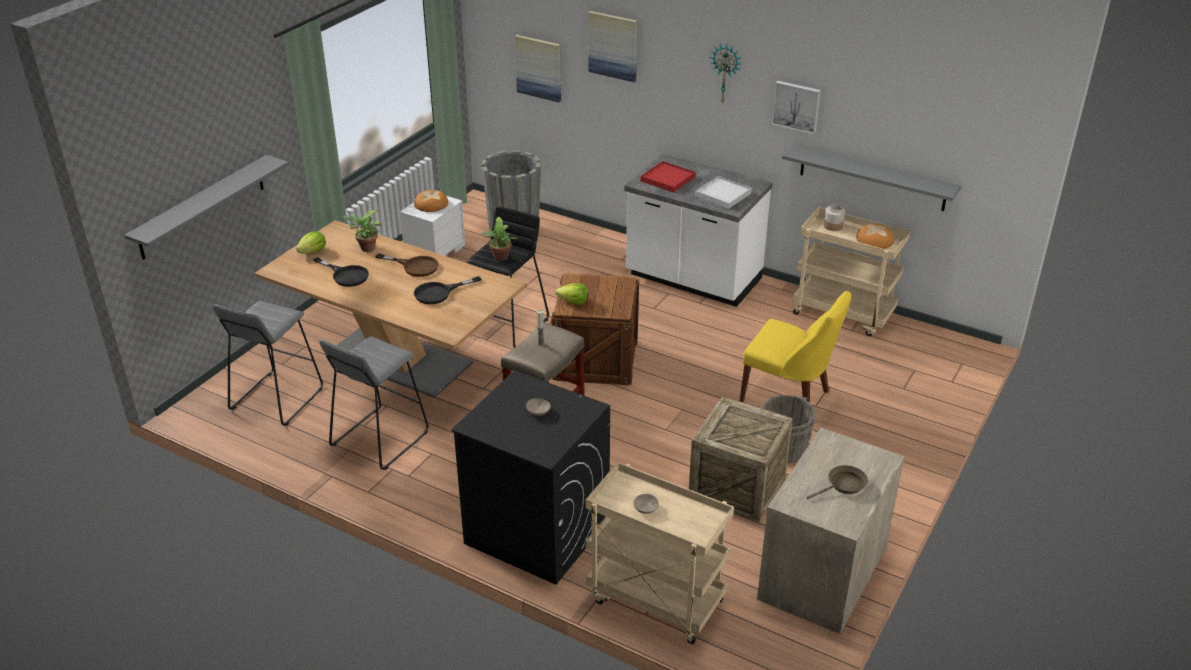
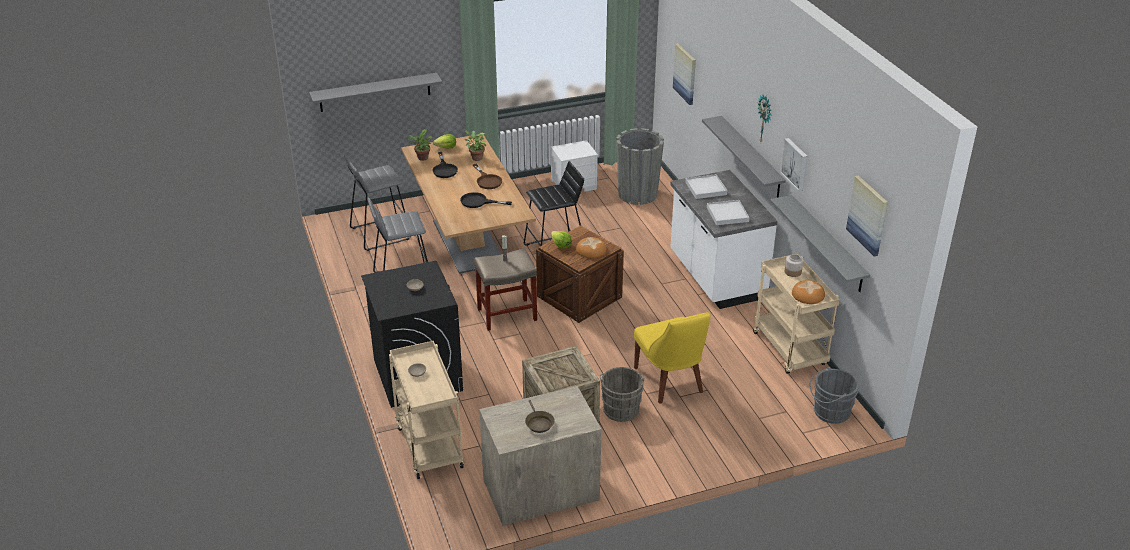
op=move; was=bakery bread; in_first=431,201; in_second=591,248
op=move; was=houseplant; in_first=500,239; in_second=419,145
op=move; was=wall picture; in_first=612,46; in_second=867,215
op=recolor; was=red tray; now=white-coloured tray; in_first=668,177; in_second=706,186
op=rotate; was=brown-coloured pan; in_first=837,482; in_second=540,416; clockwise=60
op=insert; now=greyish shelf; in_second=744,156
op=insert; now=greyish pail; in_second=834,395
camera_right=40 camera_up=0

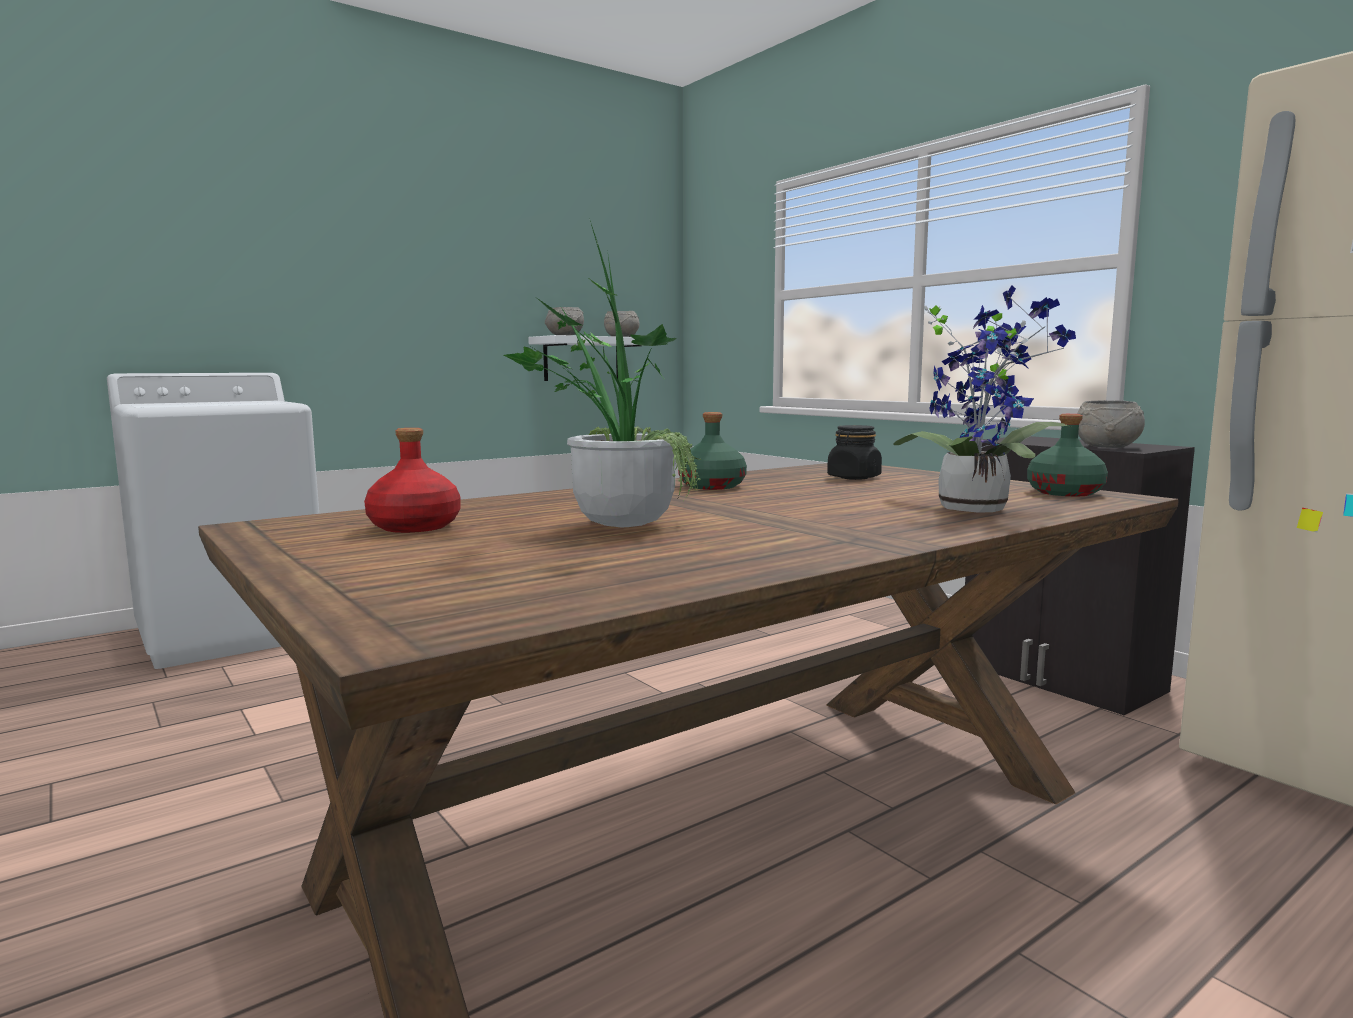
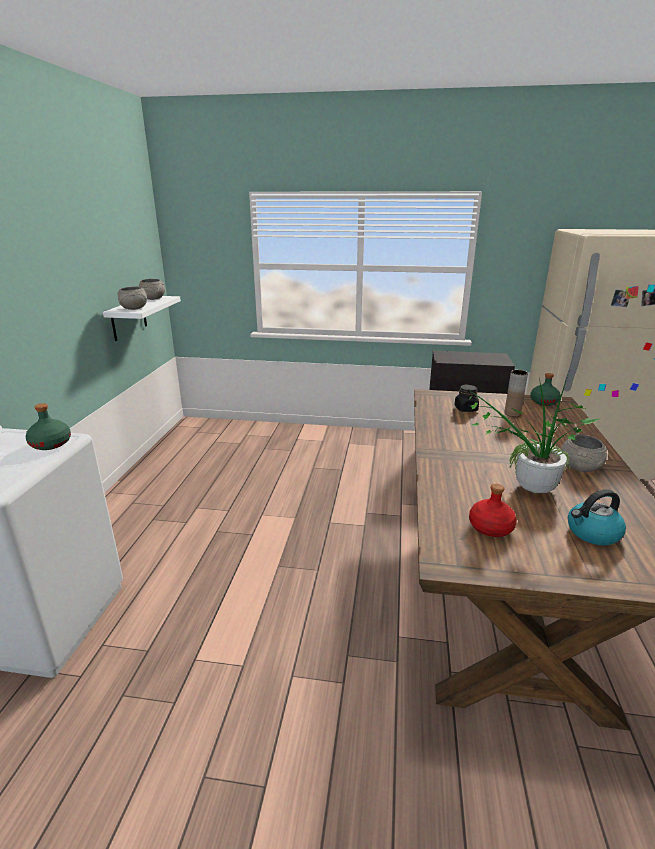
op=move; was=green-coloured drink bottle; in_first=712,451; in_second=48,426
op=delete; was=houseplant; in_first=985,399
op=move; was=greyish deep dish; in_first=1111,424; in_second=584,453
op=insert; now=brown-coloured decorative vase; in_second=516,393
op=insert; now=tea kettle; in_second=597,517
camera_right=-45 camera_up=15

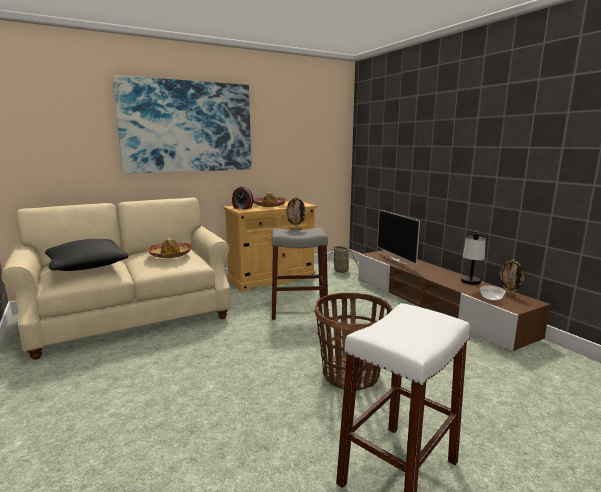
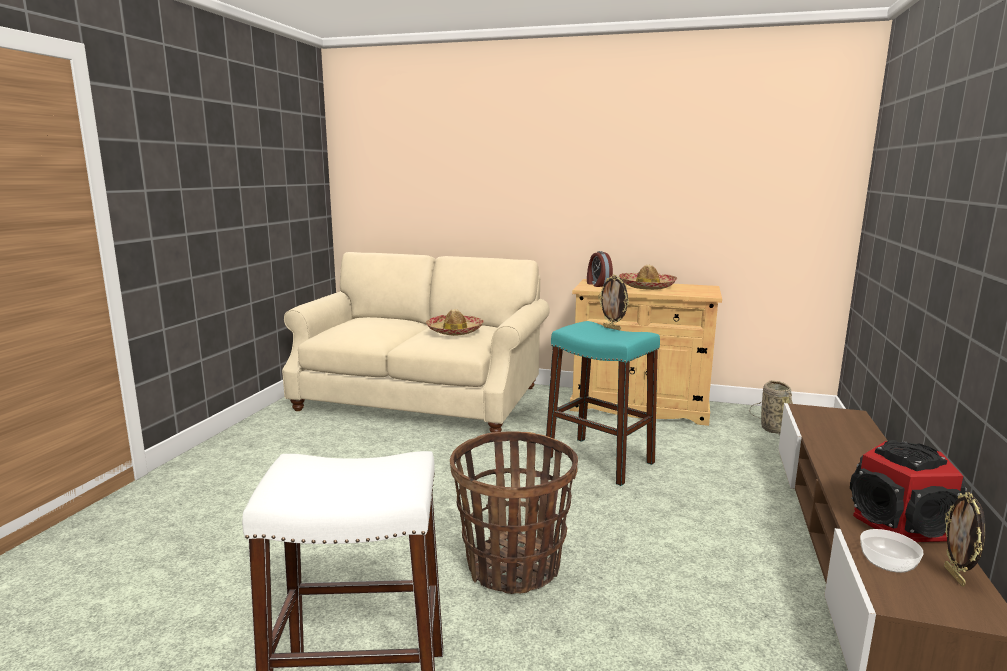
op=delete; was=black throw pillow; in_first=86,255
op=delete; was=wall picture; in_first=181,124
op=recolor; was=greyish sitting stool; now=turquoise sitting stool; in_first=300,274; in_second=603,403
op=delete; was=television; in_first=398,237
op=replace; was=lamp for a table; now=audio speaker; in_first=473,257; in_second=908,491
camera_right=45 camera_up=0

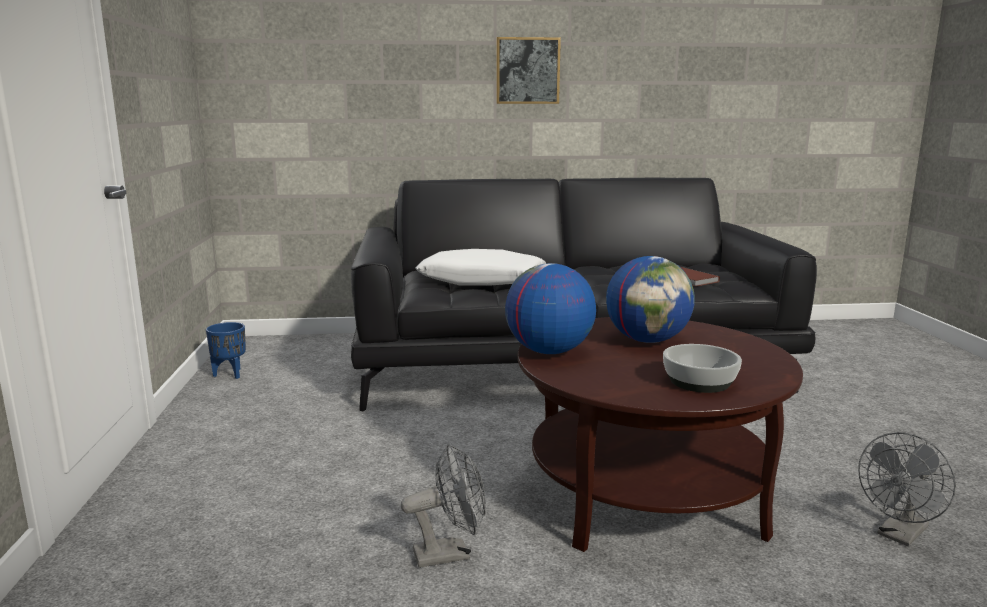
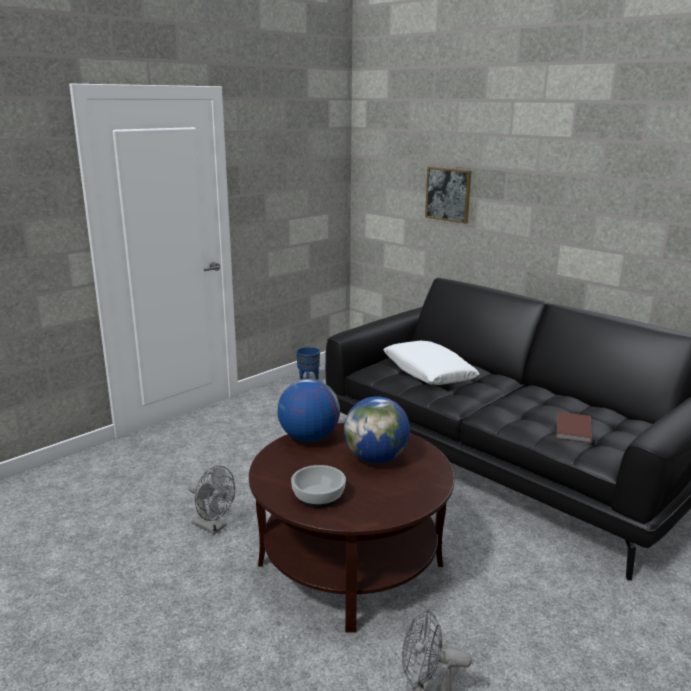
op=move; was=wall picture; in_first=529,70; in_second=448,195
camera_right=50 camera_up=5

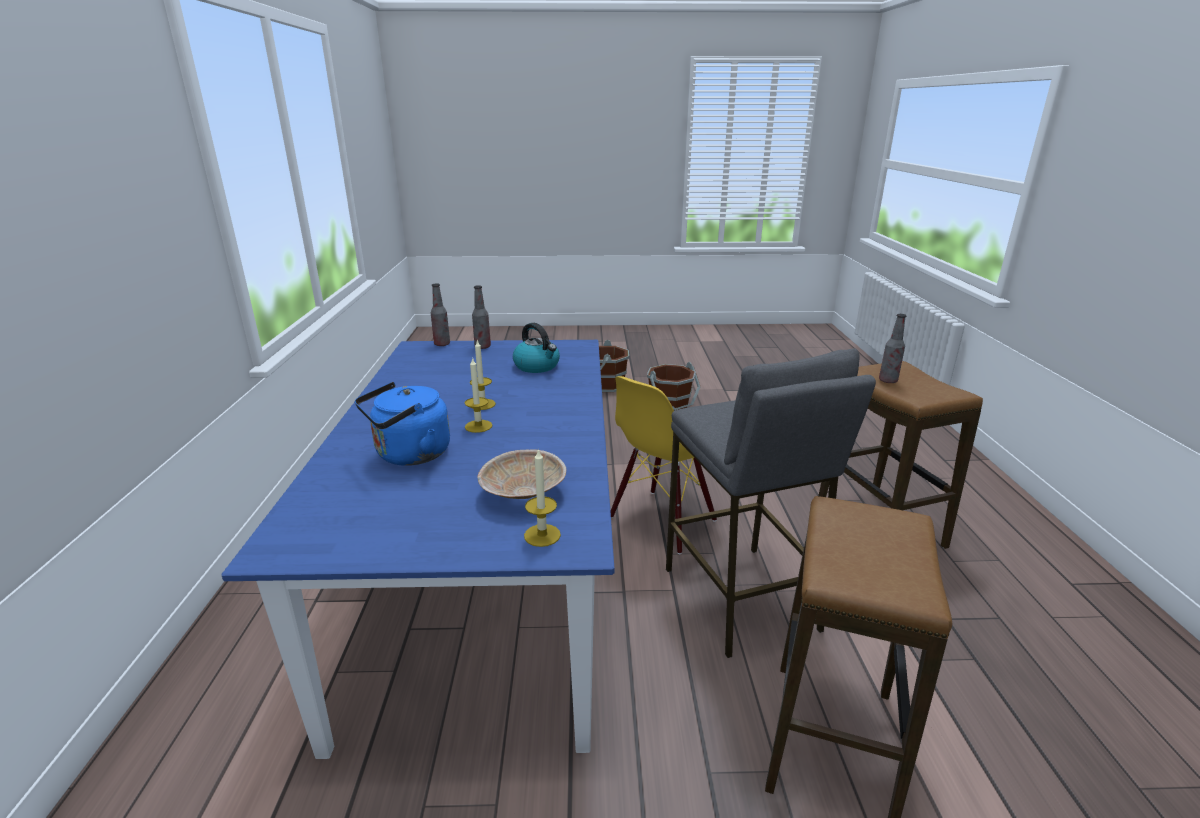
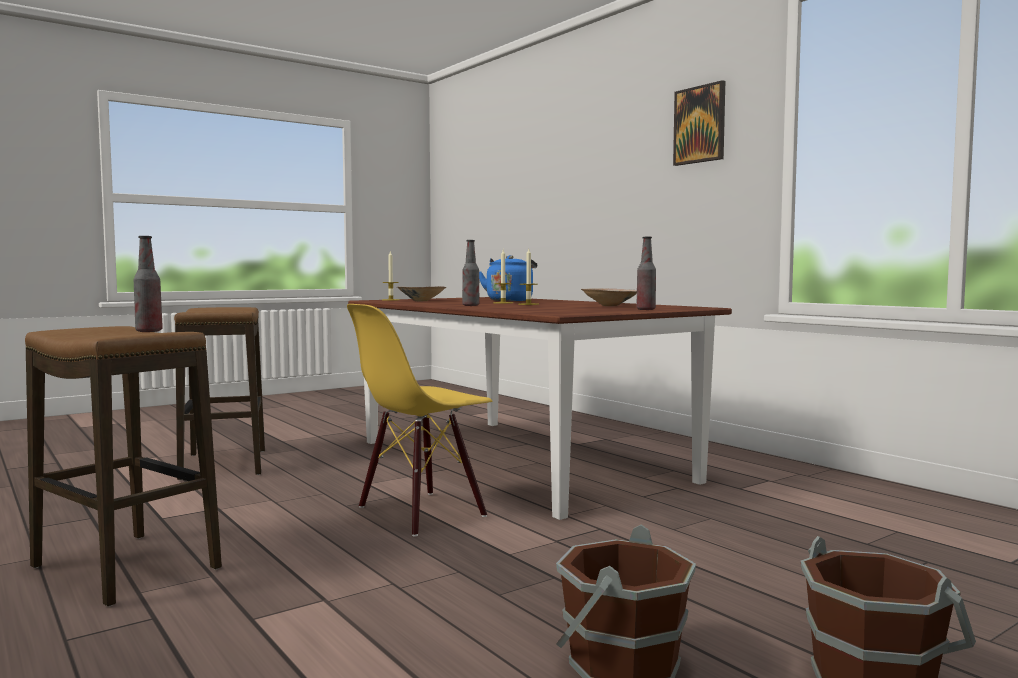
op=recolor; was=blue-coloured dining table; now=brown-coloured dining table; in_first=417,549; in_second=540,408
op=move; was=drink bottle; in_first=440,314; in_second=470,273
op=delete; was=tea kettle; in_first=536,348
op=rotate; was=yellow-coloured upright chair; in_first=663,465; in_second=419,420; clockwise=-135
op=delete; was=greyish sitting stool; in_first=771,503
op=insert; now=beige deep dish; in_second=609,297
op=insert; now=wall picture; in_second=699,123
camera_right=145 camera_up=-20

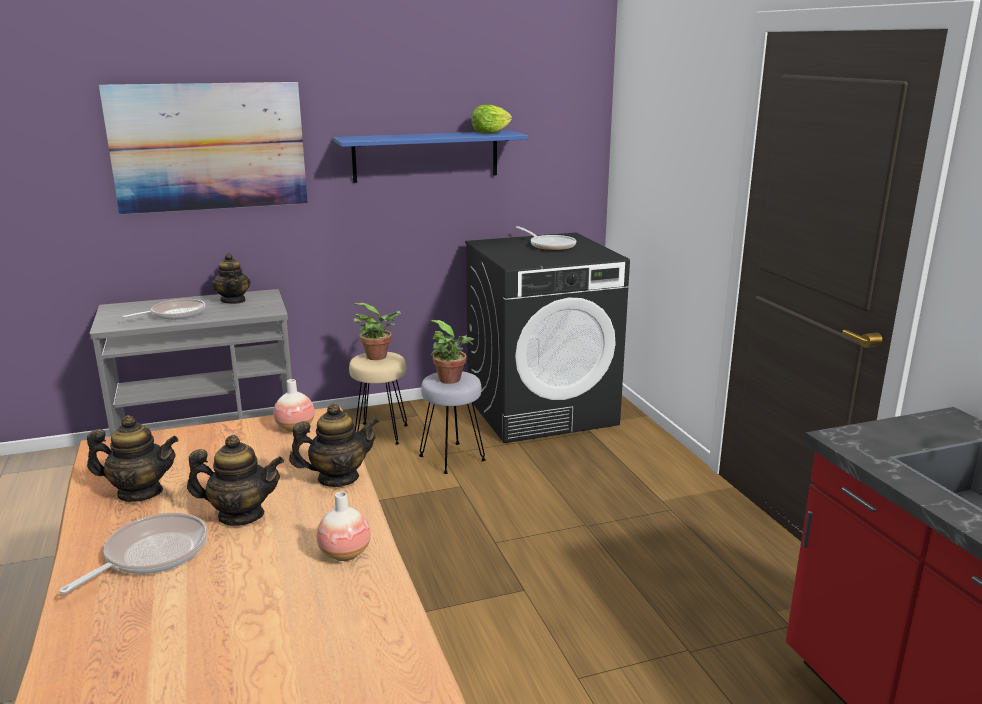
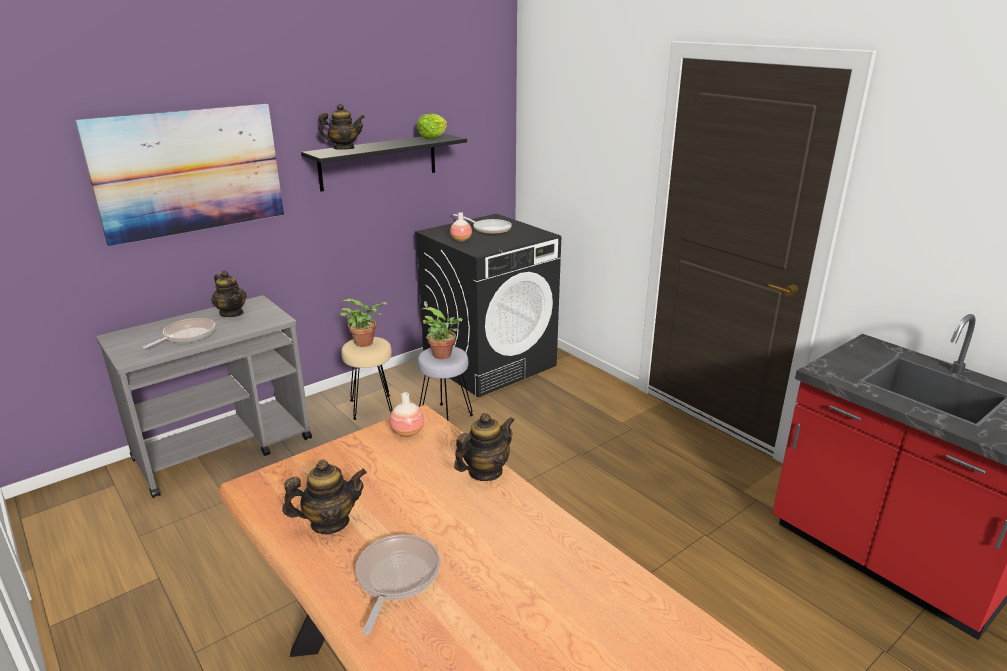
op=move; was=tea pot; in_first=235,480; in_second=341,127
op=move; was=decorative vase; in_first=344,526; in_second=461,227
op=recolor; was=blue-coloured shelf; now=black shelf; in_first=430,157; in_second=384,162
camera_right=-20 camera_up=5

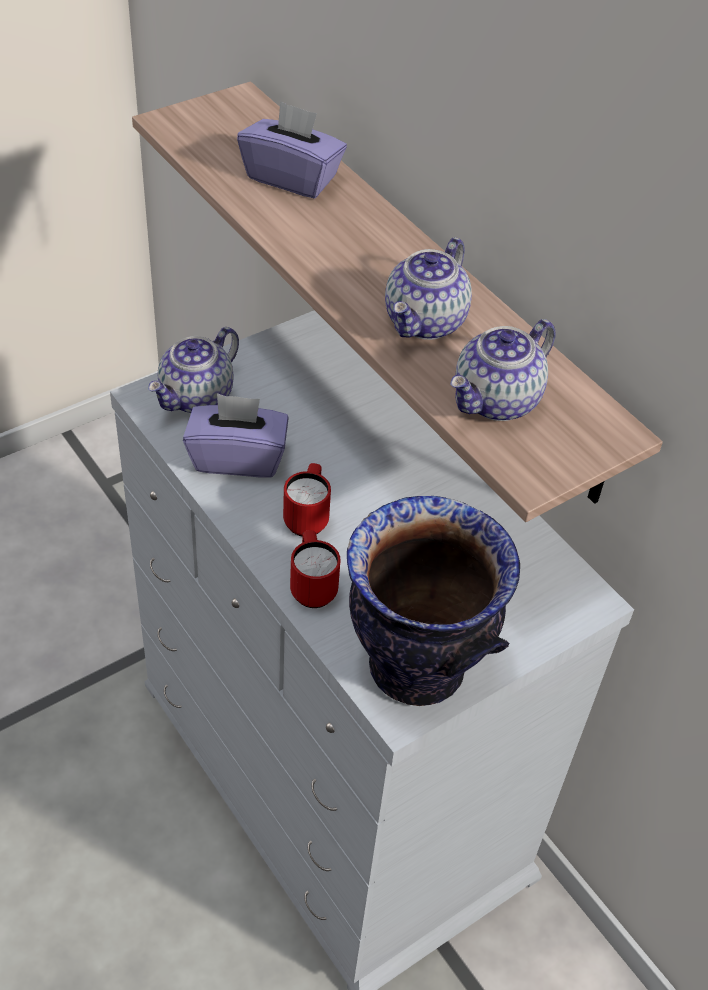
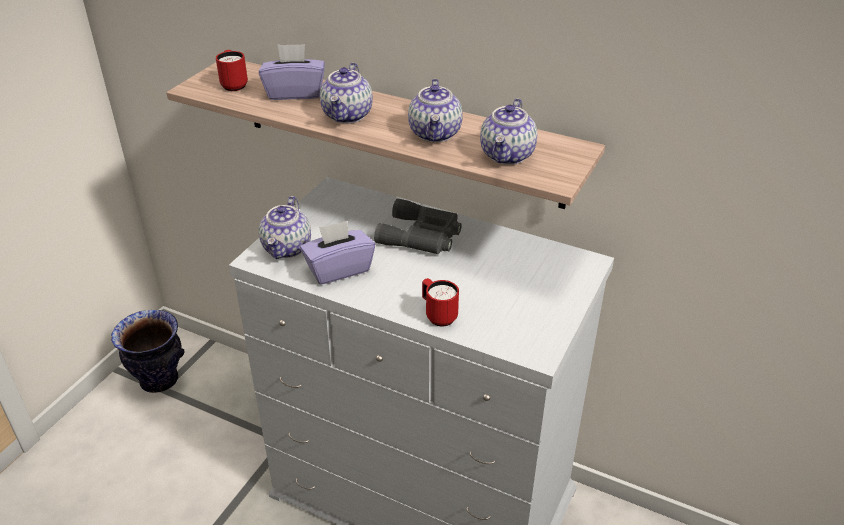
op=move; was=red tea mug; in_first=307,499; in_second=232,70
op=move; was=decorative vase; in_first=433,601; in_second=148,351
op=insert; now=tea pot; in_second=346,93
op=insert; now=greyish field glasses; in_second=418,226
camera_right=-25 camera_up=-10

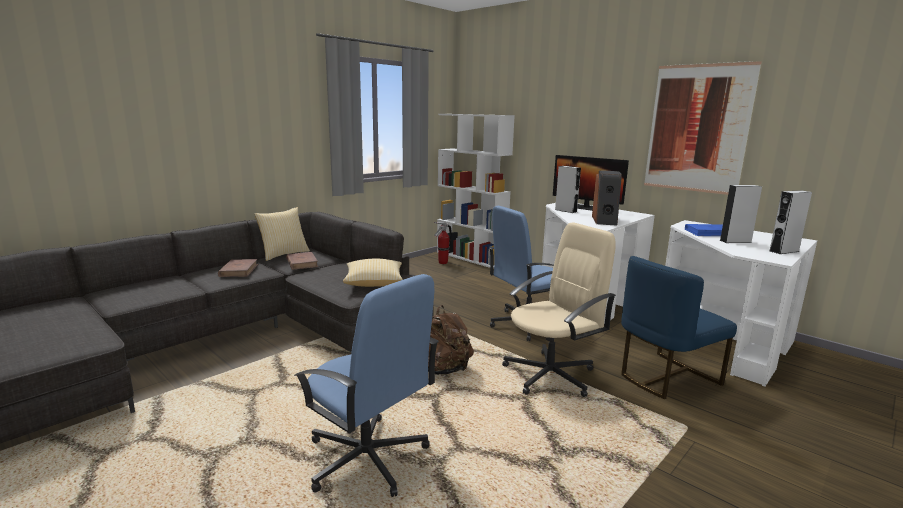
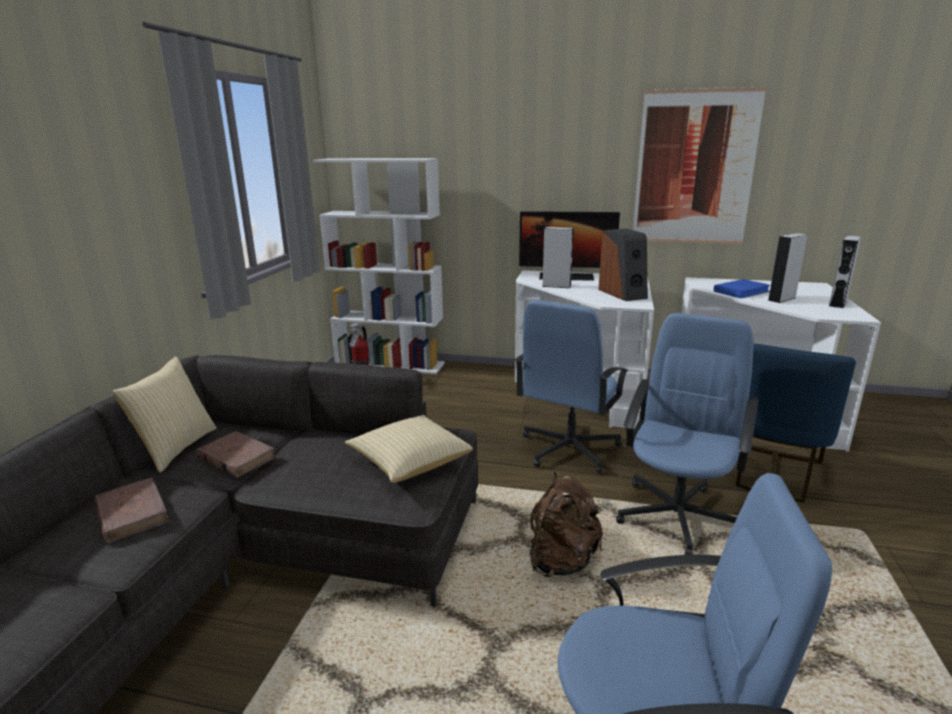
op=recolor; was=beige computer chair; now=blue-coloured computer chair; in_first=559,309; in_second=687,434
camera_right=-30 camera_up=5

